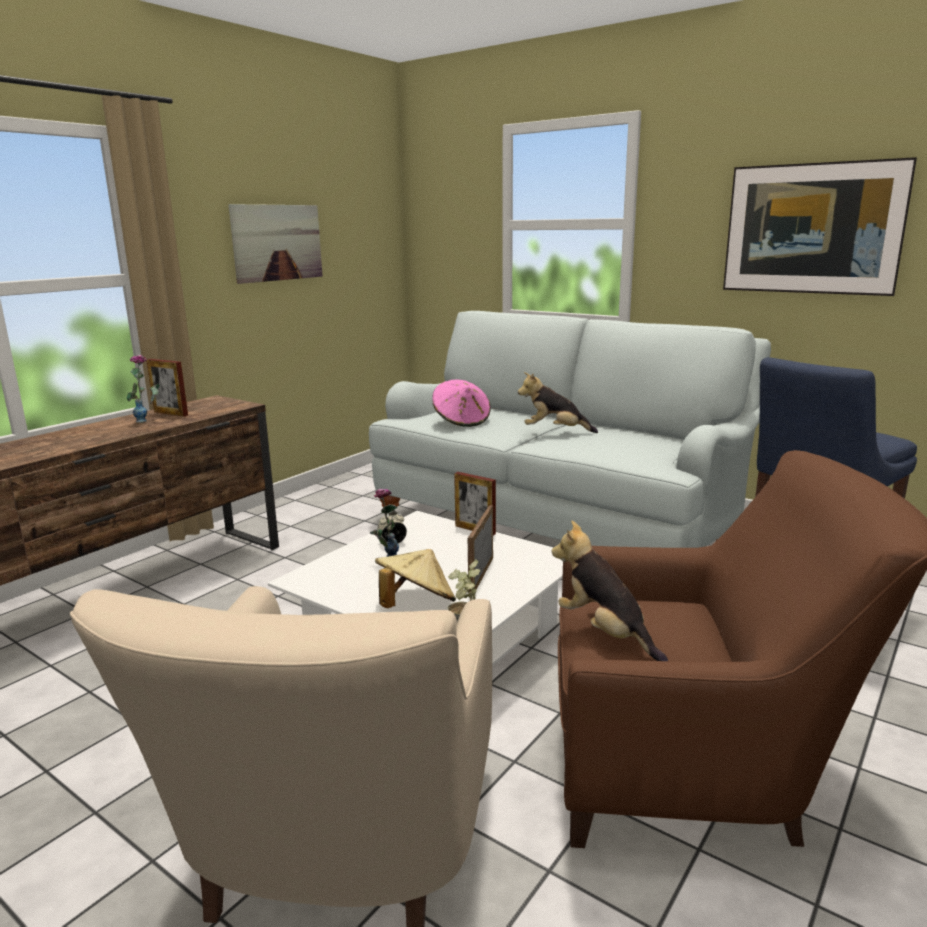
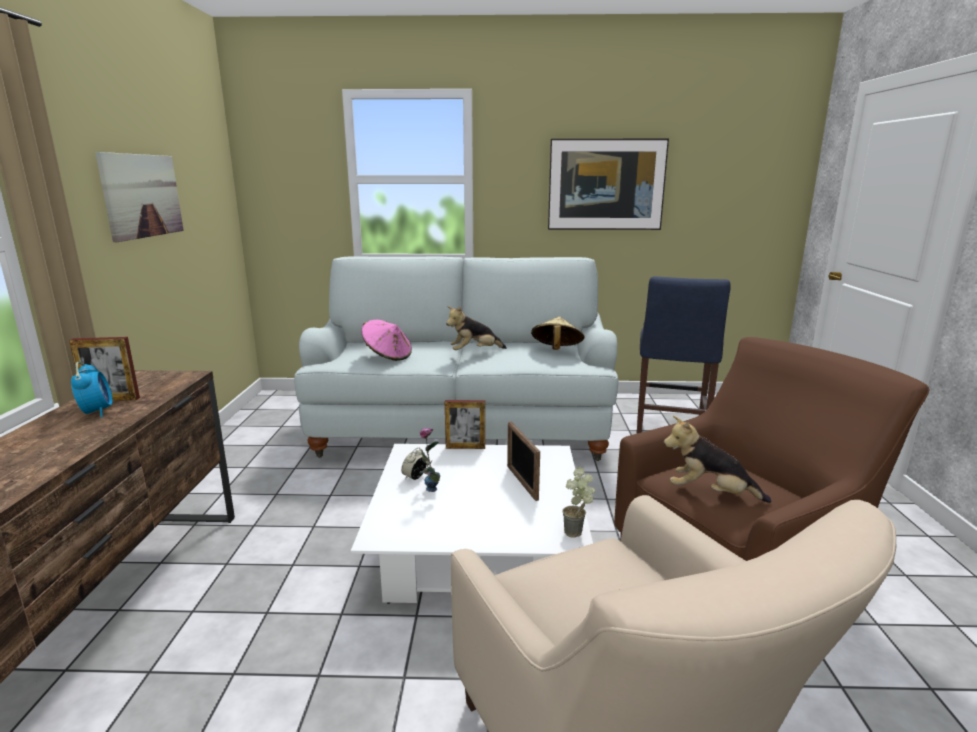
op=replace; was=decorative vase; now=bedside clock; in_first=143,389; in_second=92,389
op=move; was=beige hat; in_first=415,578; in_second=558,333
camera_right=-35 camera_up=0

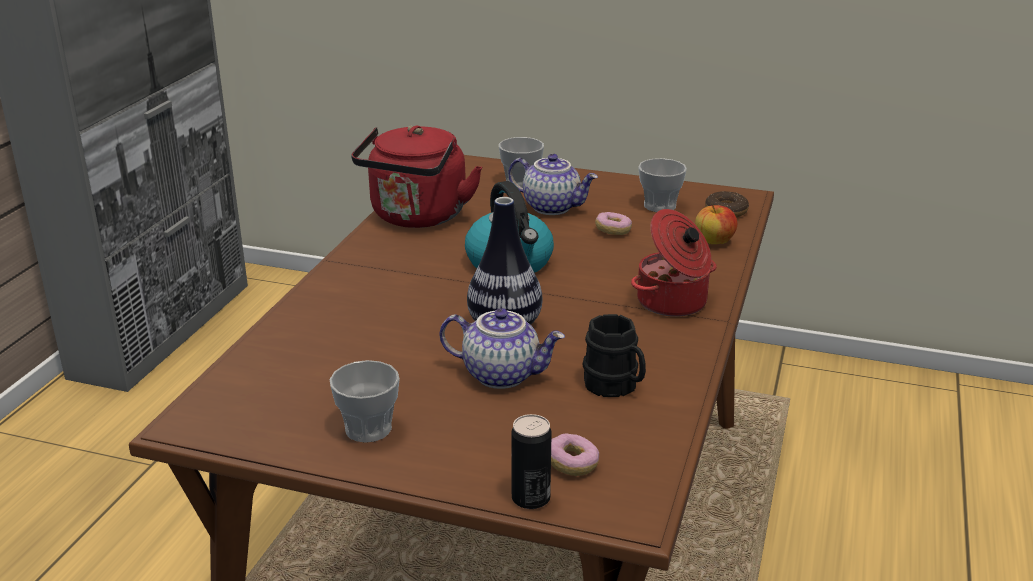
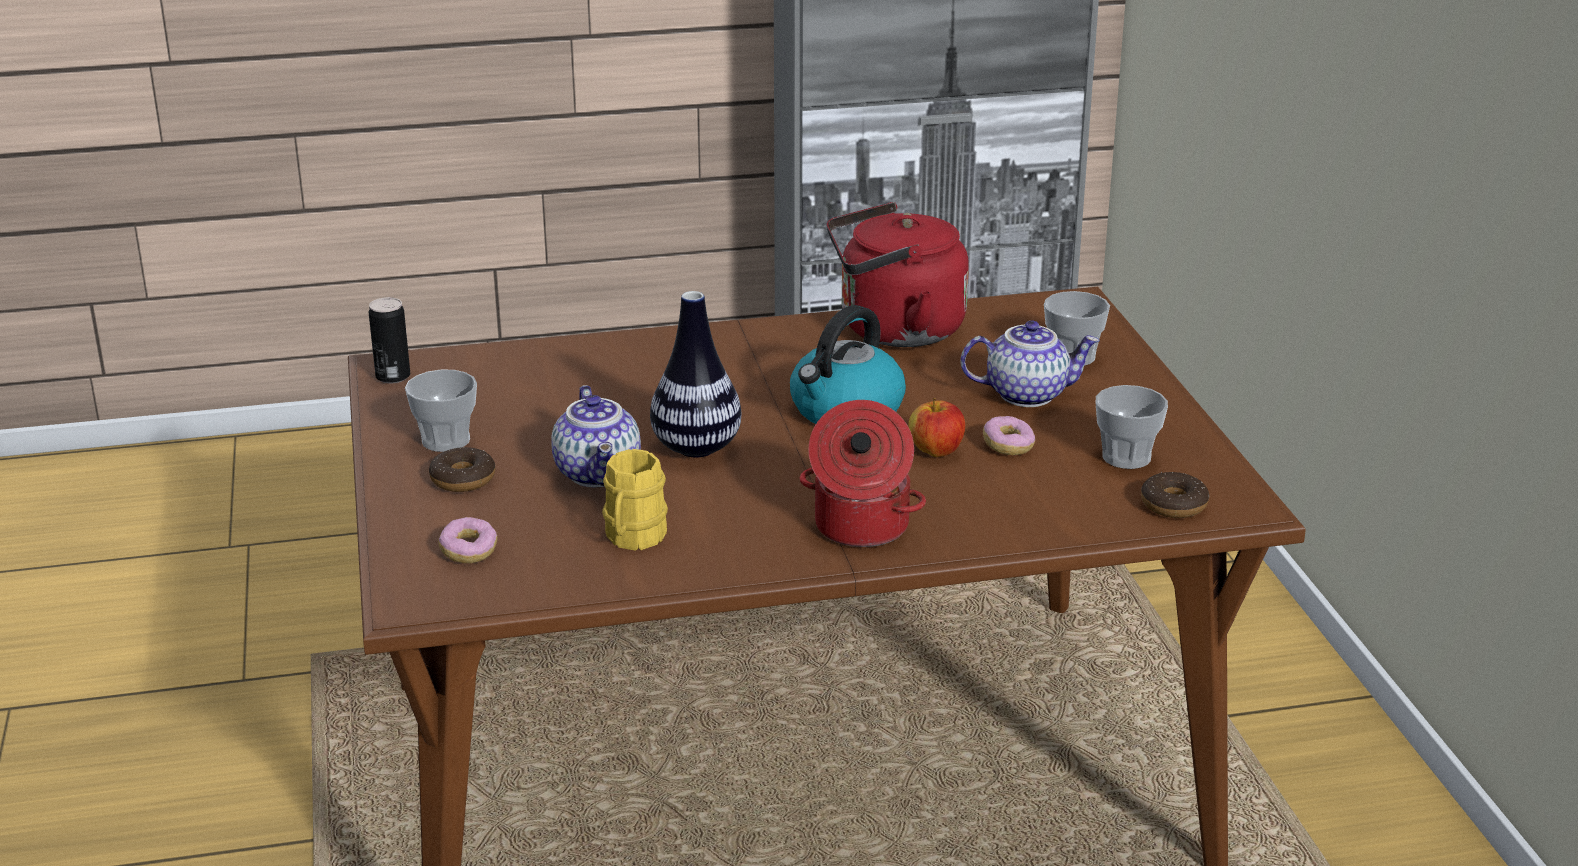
op=rotate; was=tea pot; in_first=553,184; in_second=1030,363; clockwise=-90
op=move; was=sealed can; in_first=531,461; in_second=389,340
op=recolor; was=black tea mug; now=yellow-coloured tea mug; in_first=614,355; in_second=635,500
op=move; was=whole apple; in_first=716,224; in_second=937,427
op=insert; now=doughnut; in_second=462,469
camera_right=60 camera_up=0

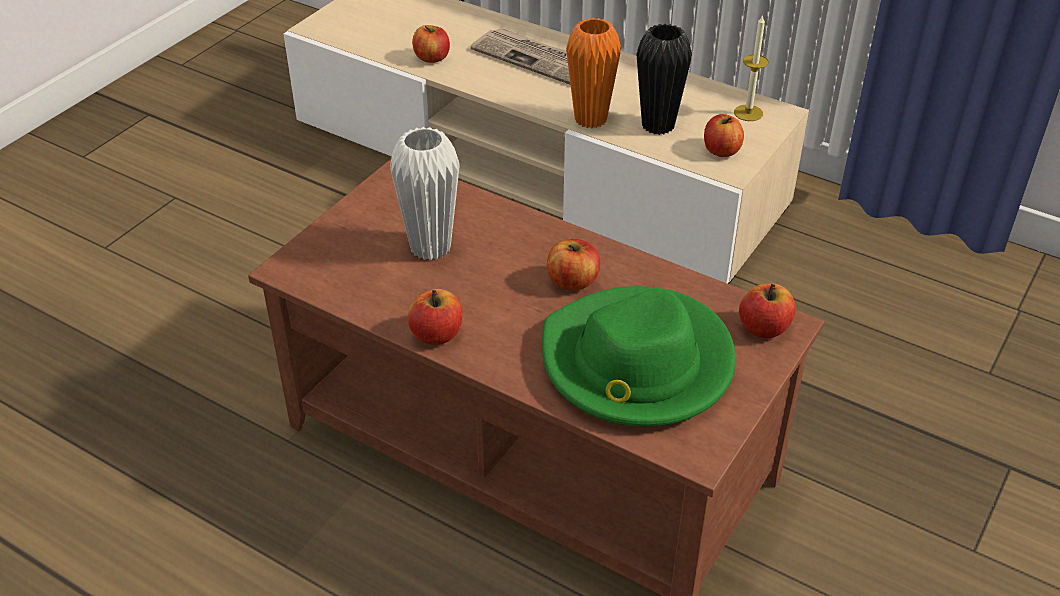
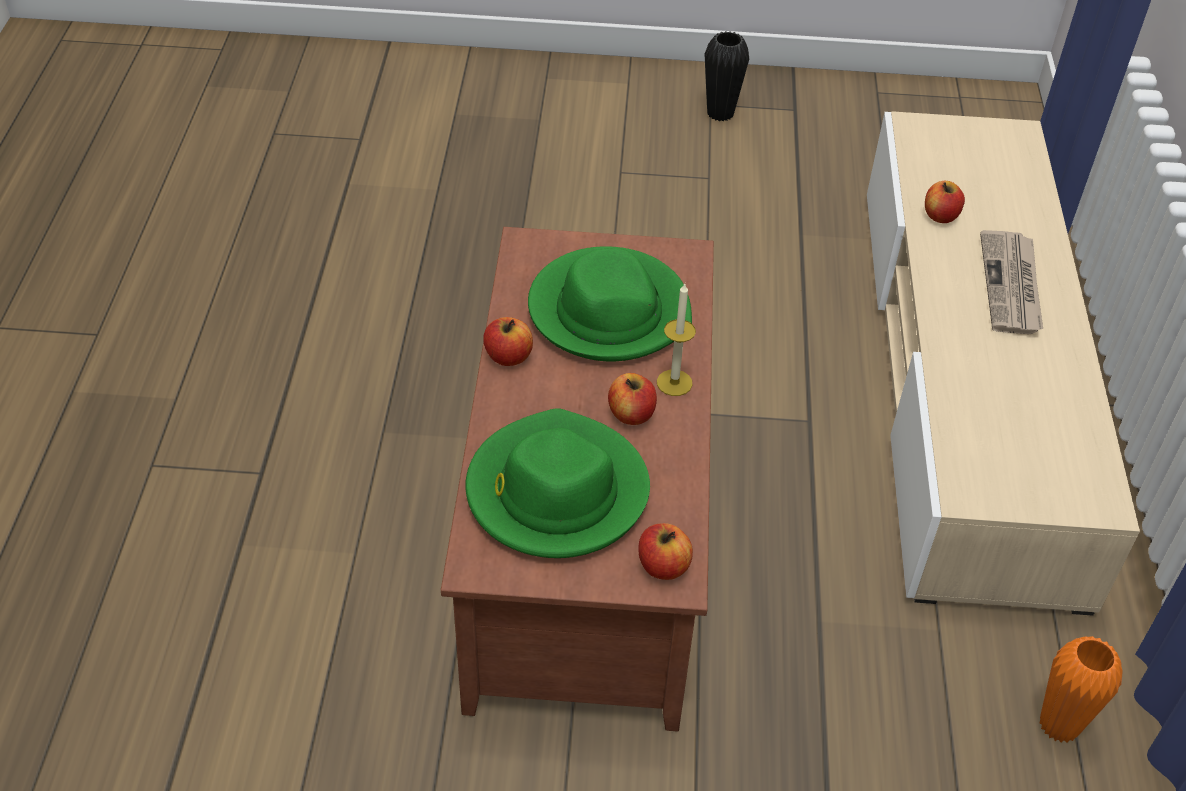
op=replace; was=white-coloured decorative vase; now=green-coloured hat; in_first=425,194; in_second=610,303
op=move; was=orange-coloured decorative vase; in_first=593,73; in_second=1081,689
op=move; was=black decorative vase; in_first=664,79; in_second=727,76
op=delete; was=whole apple; in_first=724,135
op=move; was=candle; in_first=751,67; in_second=676,340
camera_right=60 camera_up=5

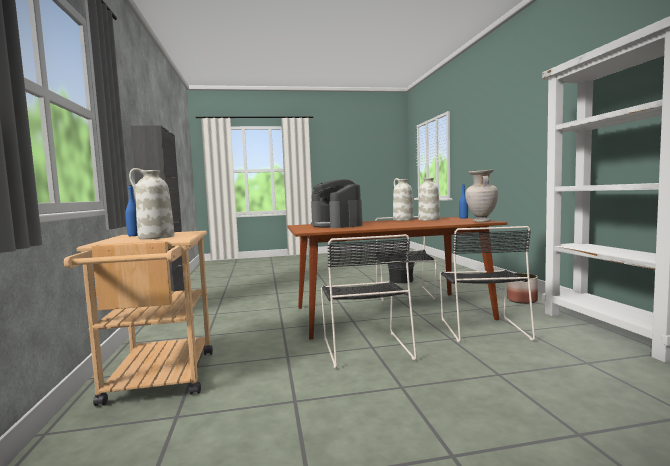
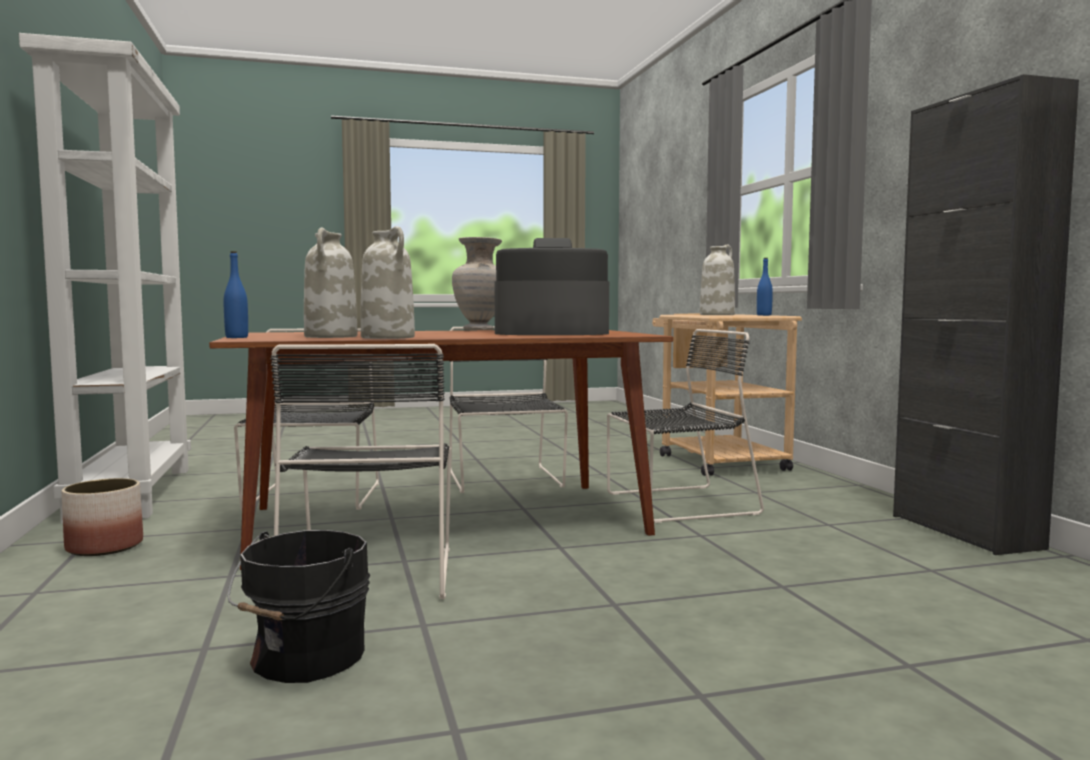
op=rotate; was=coffee brewer; in_first=337,203; in_second=551,286; clockwise=-60
op=move; was=beige decorative vase; in_first=481,196; in_second=477,283
op=insert; now=black upright chair; in_second=685,426
camera_right=175 camera_up=0

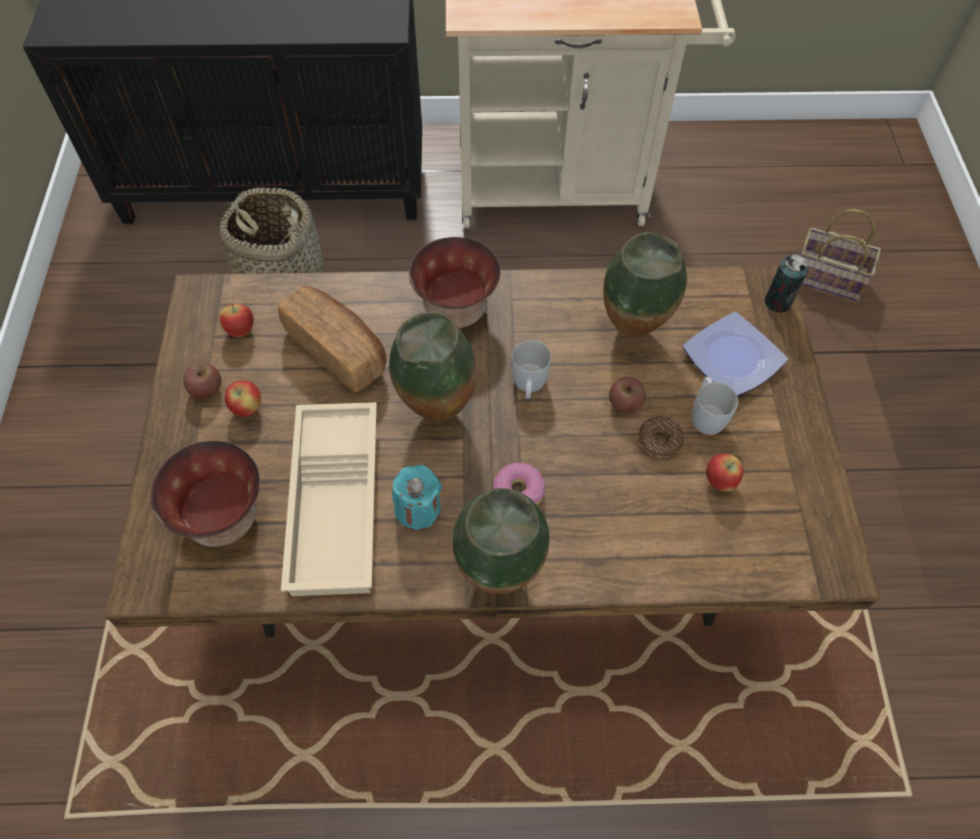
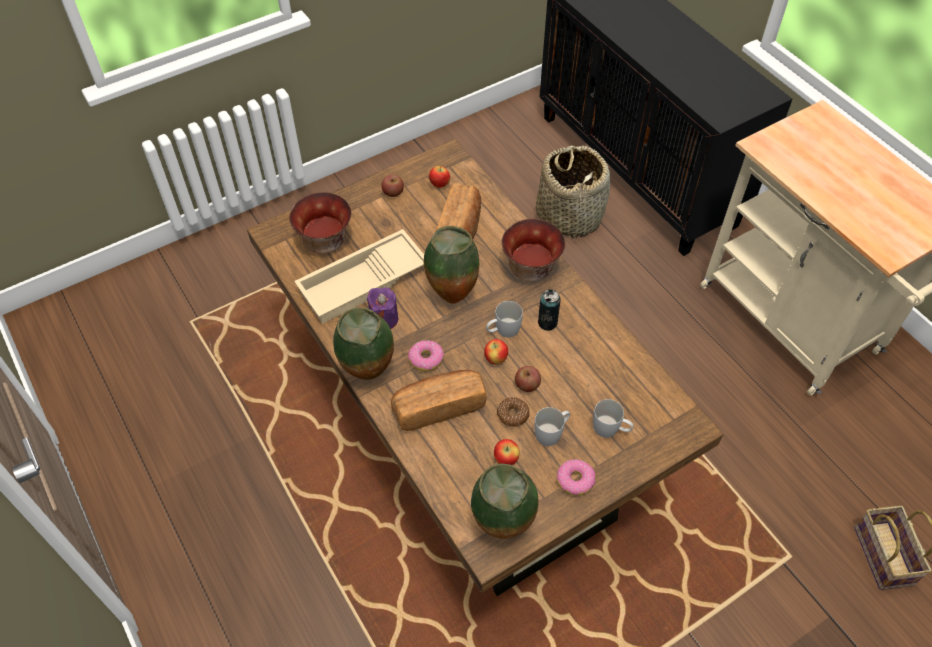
op=move; was=whole apple; in_first=243,398; in_second=496,352
op=recolor; was=turquoise candle; now=purple-coloured candle; in_first=417,497; in_second=382,308
op=move; was=decorative vase; in_first=645,284; in_second=505,501
op=replace; was=dinner plate; now=white-coloured tea mug; in_first=735,354; in_second=613,418
op=move; was=sealed can; in_first=786,283; in_second=549,310
op=insert; now=bakery bread; in_second=439,400
op=insert; now=doughnut; in_second=576,477
camera_right=60 camera_up=-5

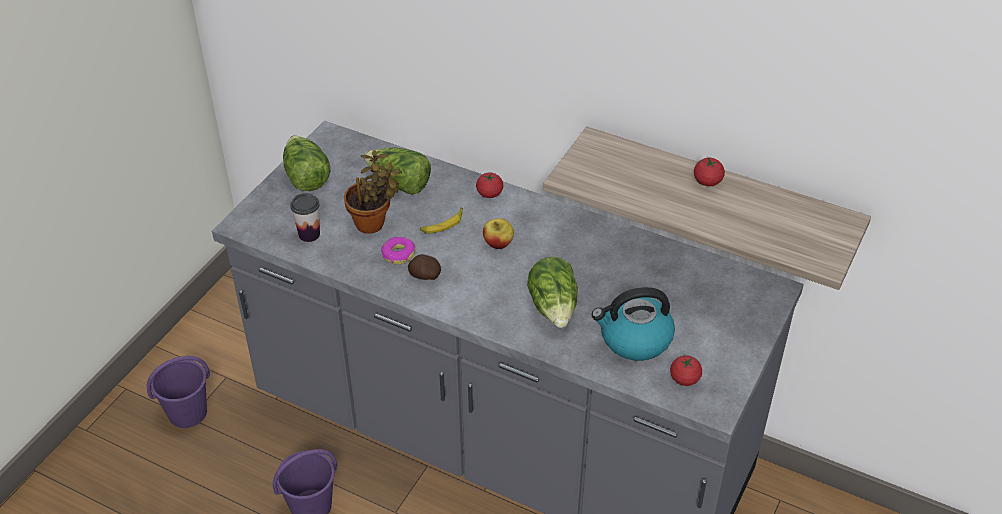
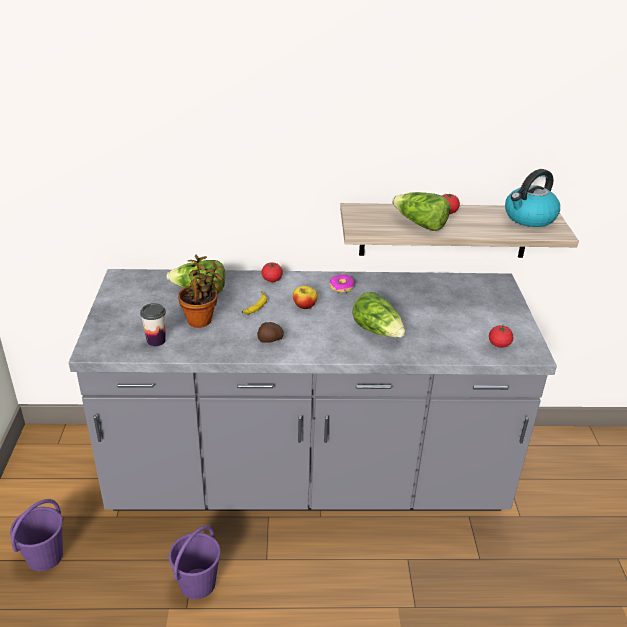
op=move; was=lettuce head; in_first=306,163; in_second=421,211
op=move; was=doughnut; in_first=398,250; in_second=341,283
op=move; was=tea kettle; in_first=633,324; in_second=532,198
camera_right=-30 camera_up=-10

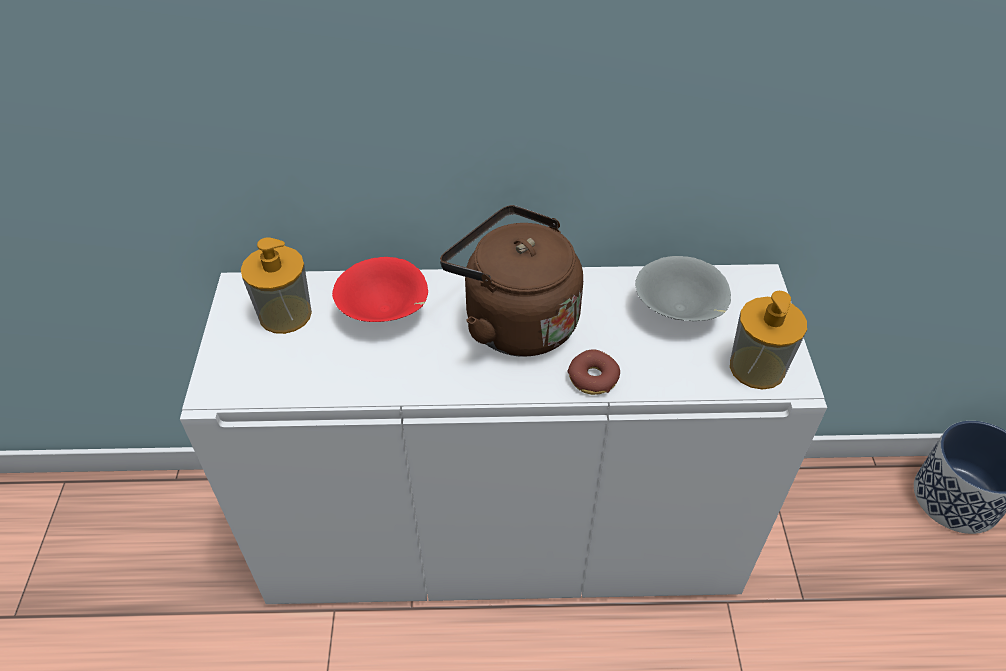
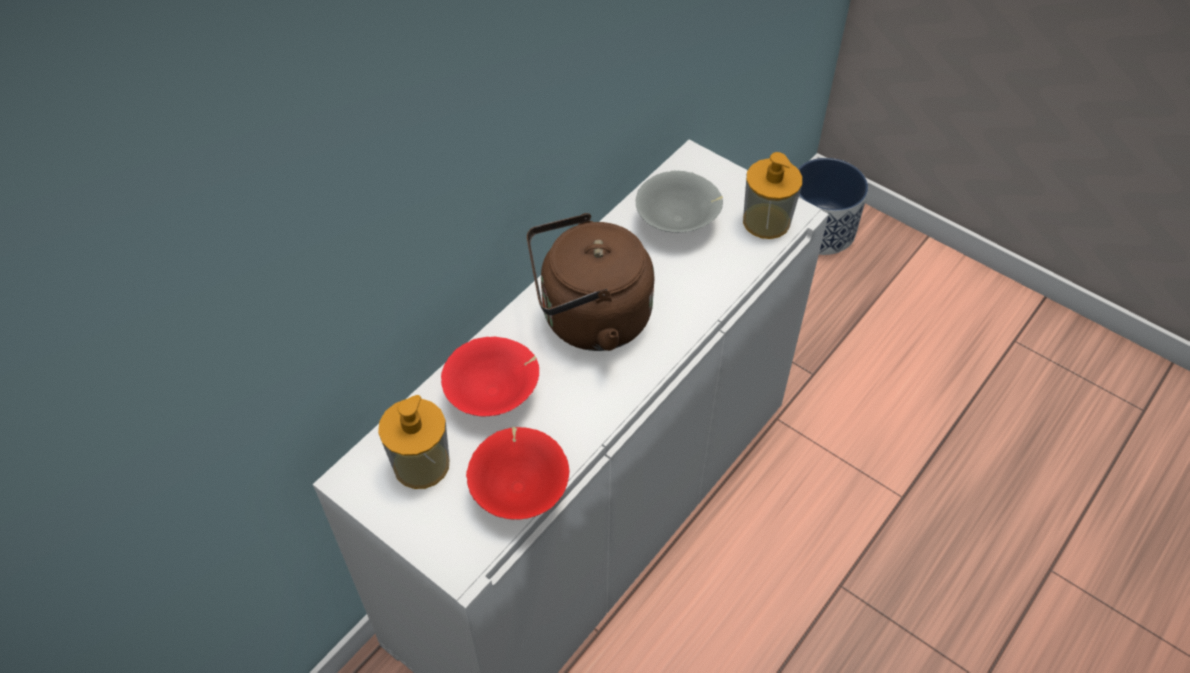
op=delete; was=doughnut; in_first=594,372
op=insert; now=red deep dish; in_second=517,473
camera_right=-50 camera_up=5

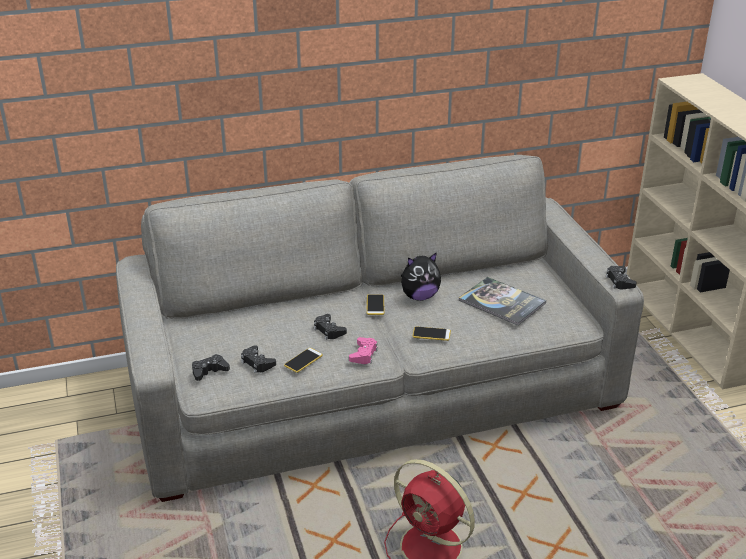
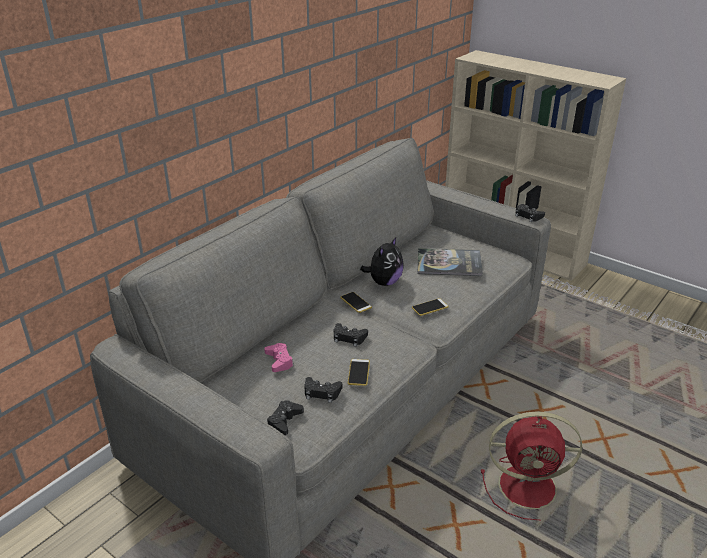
op=move; was=pink gamepad; in_first=363,350; in_second=279,357
camera_right=-35 camera_up=0

